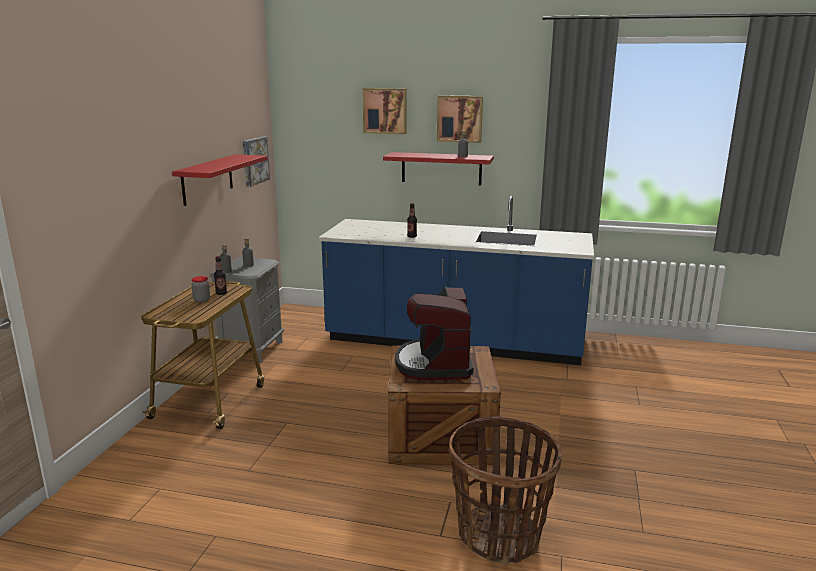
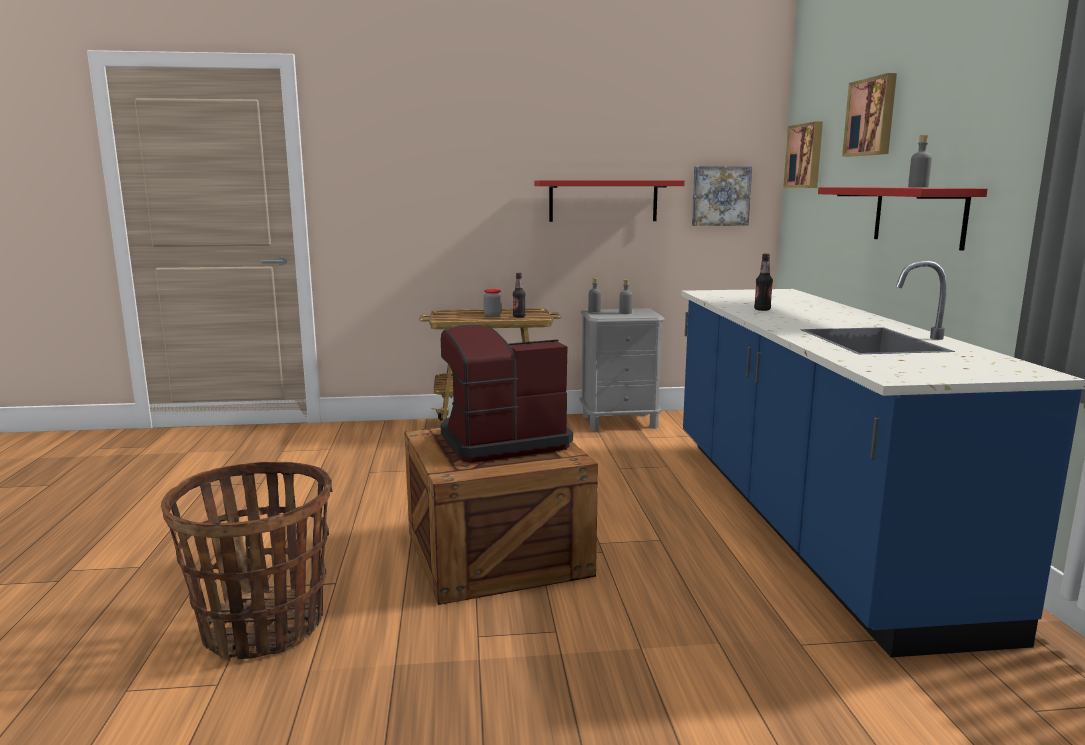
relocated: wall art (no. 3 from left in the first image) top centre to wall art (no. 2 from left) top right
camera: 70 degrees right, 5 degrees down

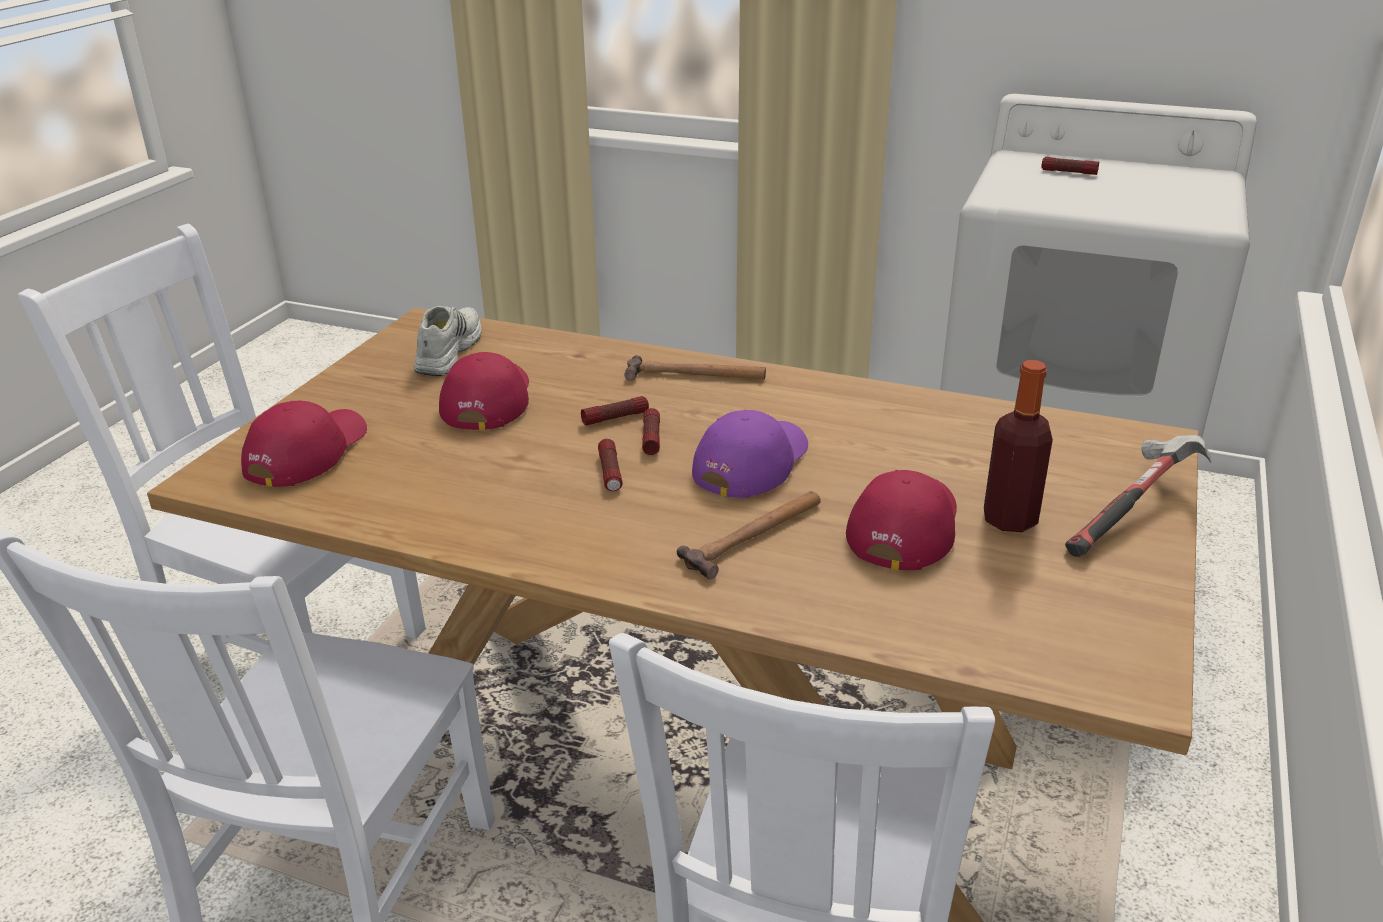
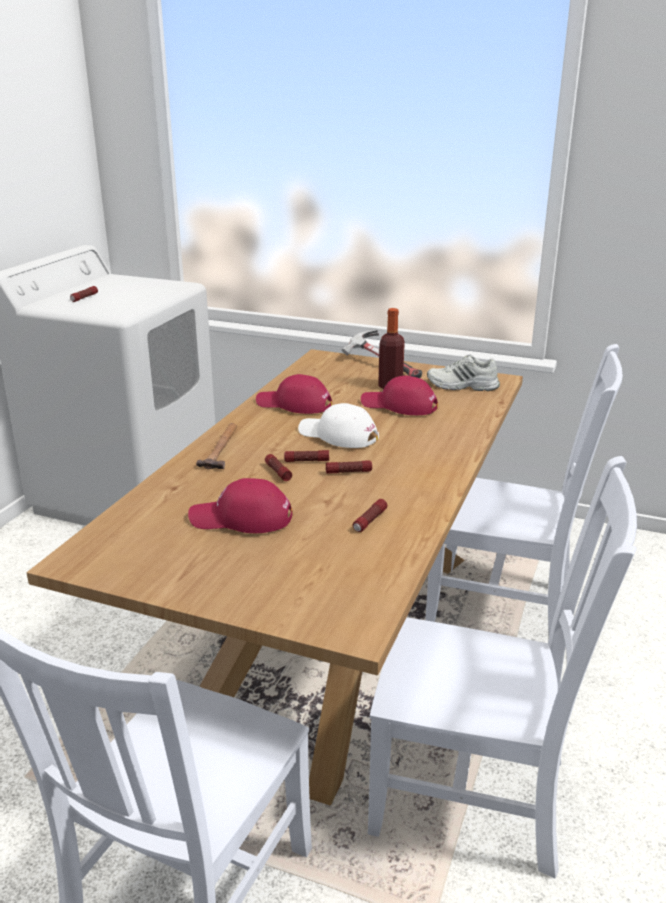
missing: hand hammer (no. 2 from left) centre
appeared: flashlight (no. 5 from left) centre
relocated: cap (red-coloured) (no. 1 from left in the first image) middle left to cap (red-coloured) (no. 2 from left) centre; shoe (whitish) middle left to middle right
colour: cap (purple) centre to cap (whitish) centre
camera: 90 degrees left, 5 degrees down

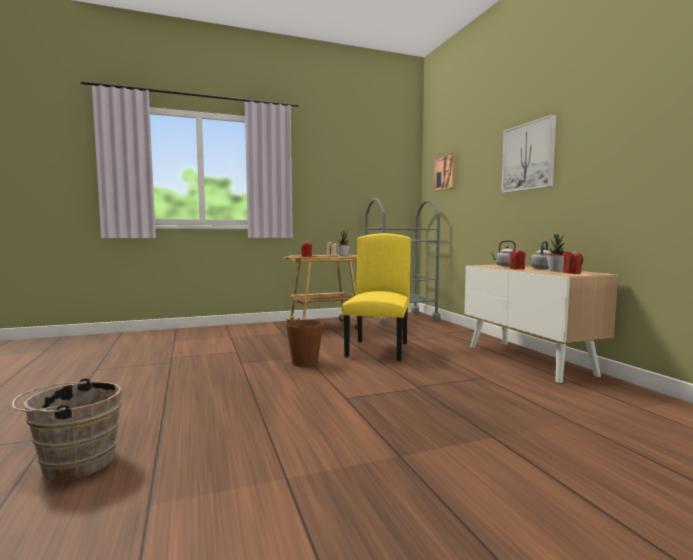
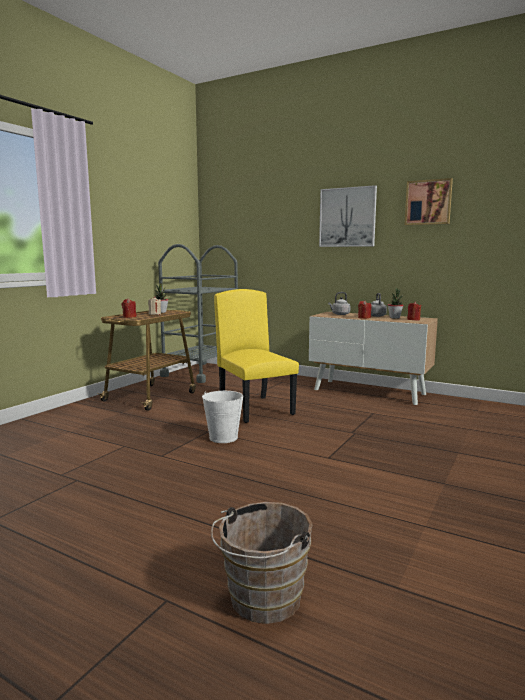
relocated: wall art (no. 1 from left in the first image) top centre to wall art (no. 2 from left) top right
colour: bucket (brownish) (no. 2 from left) centre to bucket (whitish) centre
camera: 40 degrees left, 5 degrees up

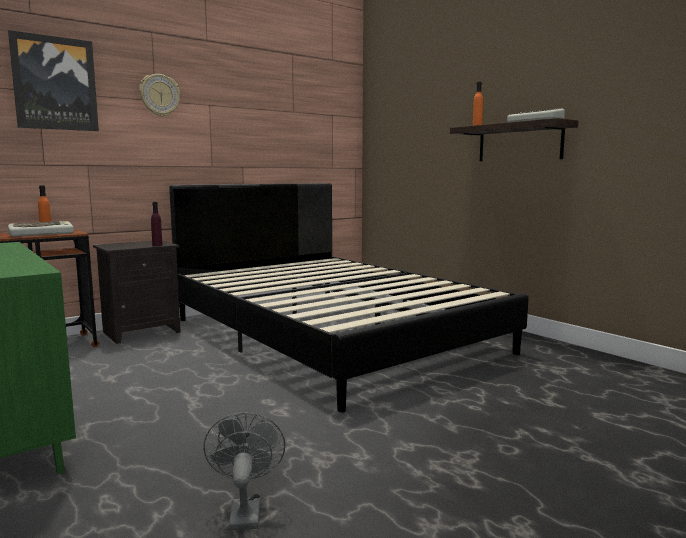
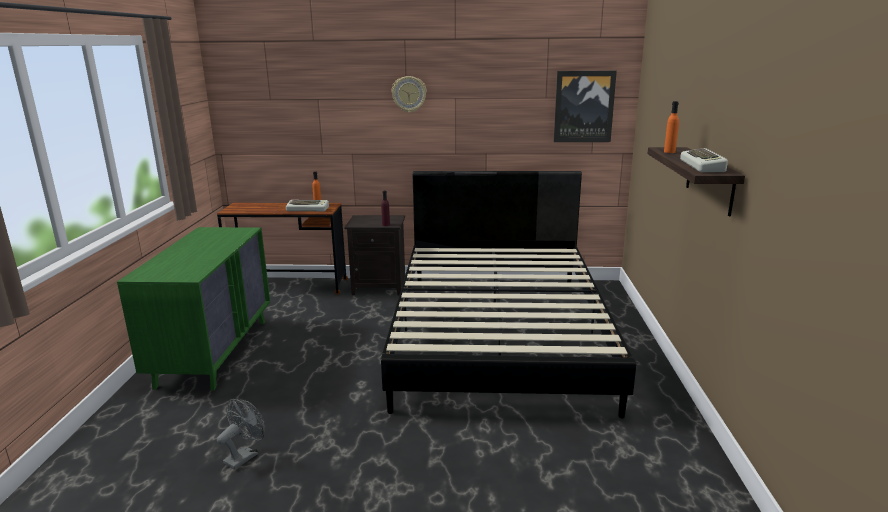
relocated: wall art top left to top centre
camera: 40 degrees right, 10 degrees up

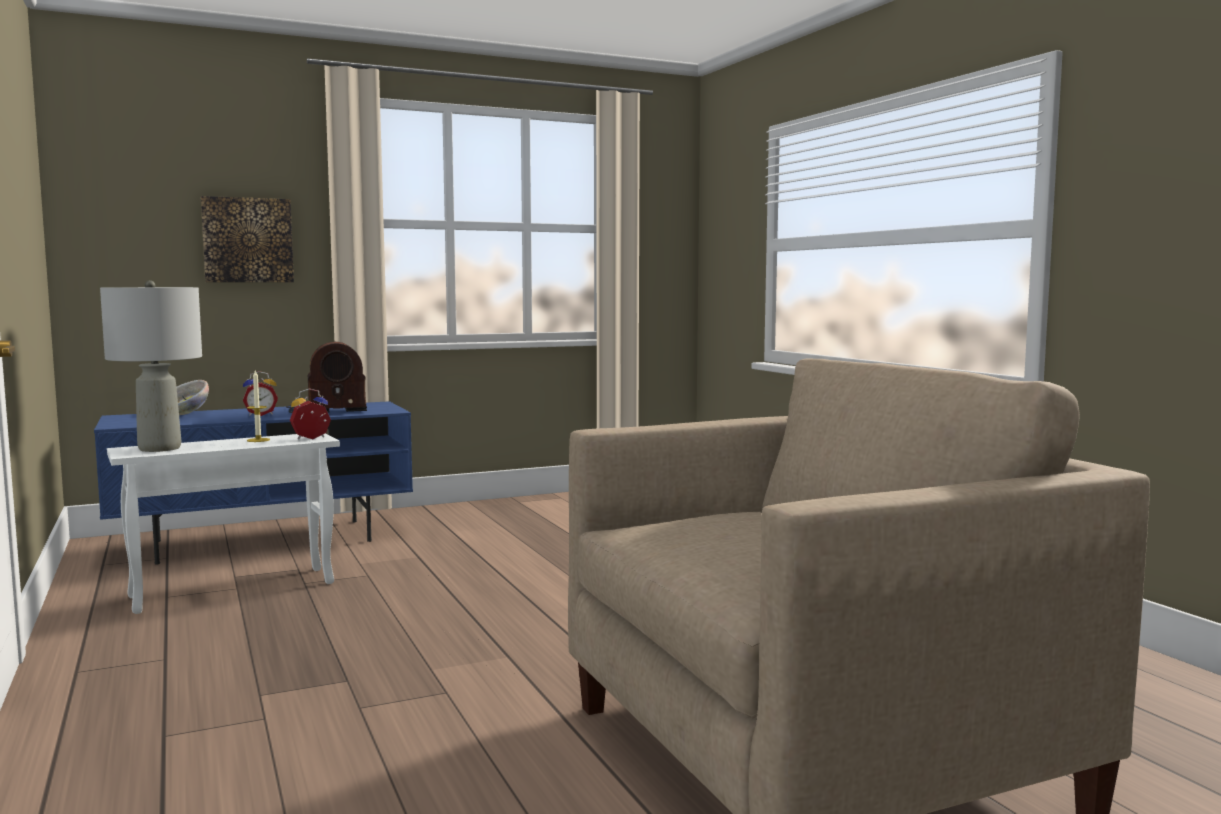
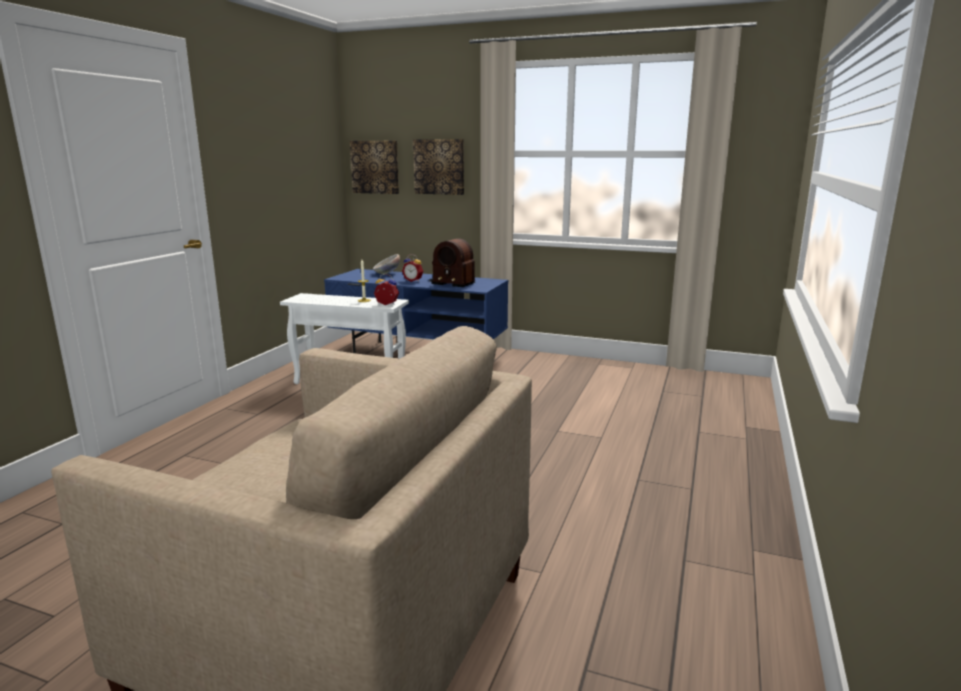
missing: tabletop lamp (grey) middle left
appeared: wall art (no. 1 from left) top centre
camera: 45 degrees right, 10 degrees up

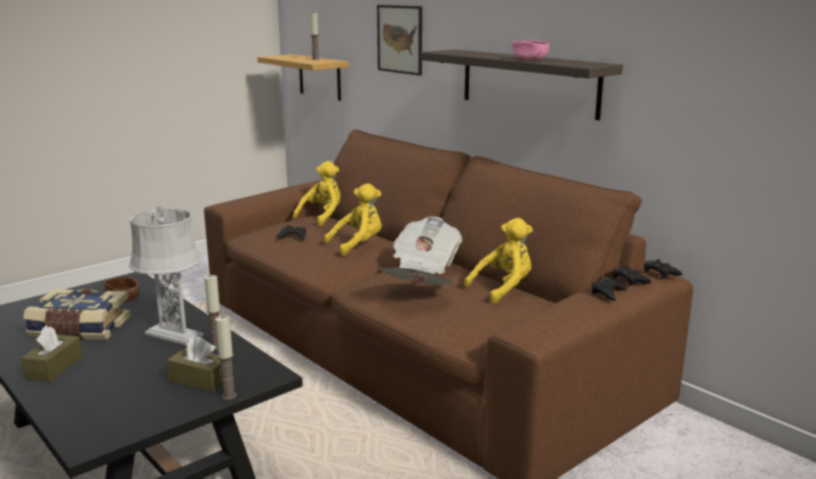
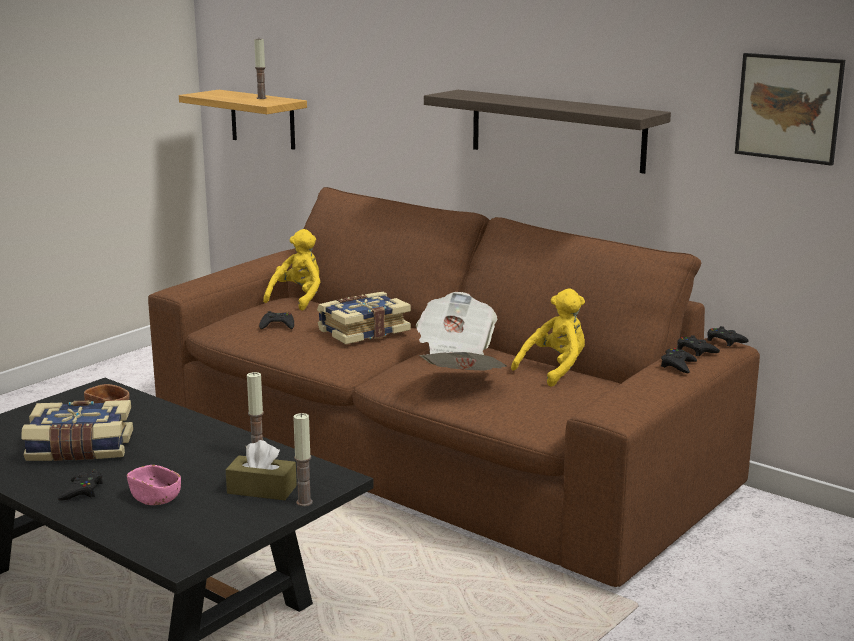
missing: tabletop lamp (grey) middle left
relocated: wall art top centre to top right; bowl (pinkish) top centre to bottom left
exchanged: tissue box (brownish) (no. 1 from left) bottom left to game controller (blackish) (no. 1 from left) bottom left; plush toy (yellow) (no. 2 from left) centre to book (no. 2 from left) centre
camera: 10 degrees left, 0 degrees up

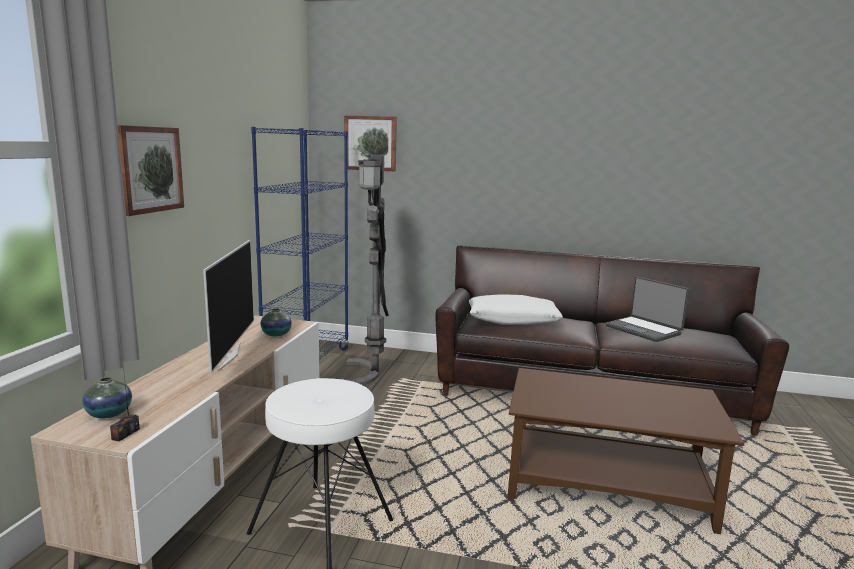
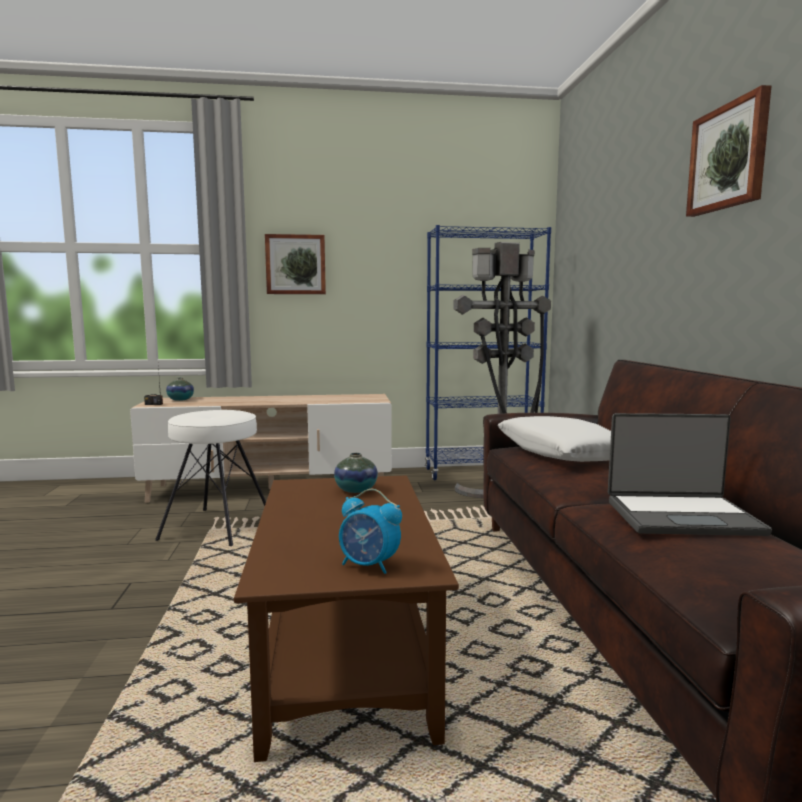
missing: television middle left
appeared: alarm clock centre
relocated: decorative vase (no. 2 from left) middle left to centre; wall art (no. 2 from left) top centre to top right
spun: notebook computer middle right = middle right 120 degrees counterclockwise
camera: 70 degrees right, 5 degrees down

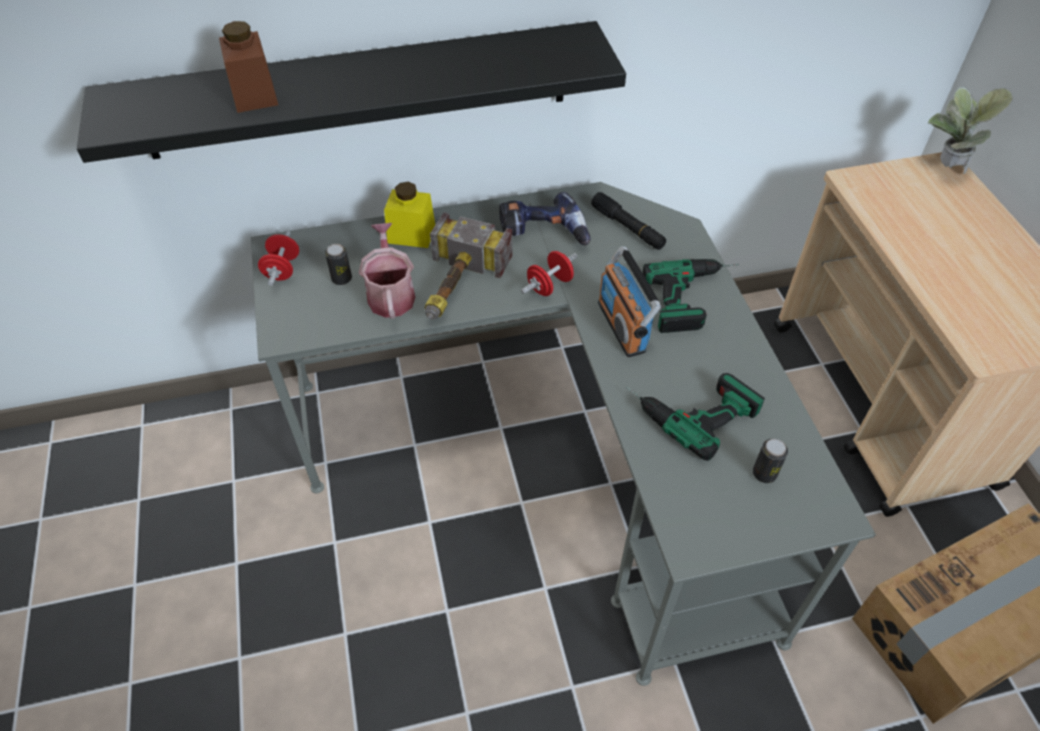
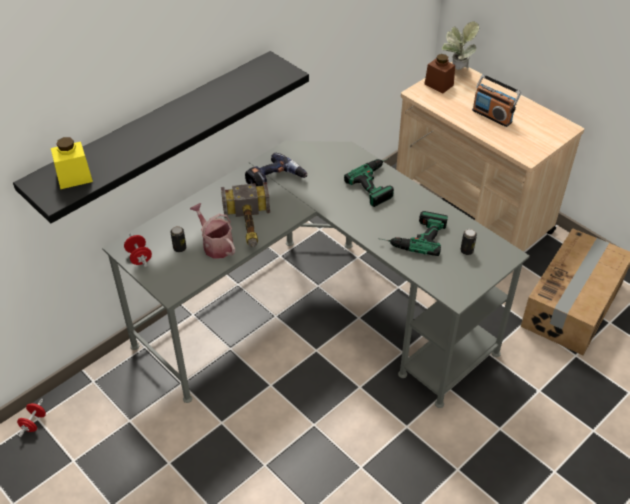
missing: flashlight (blackish) top centre
relocated: jar (brownish) top left to top right; jar (yellow) top centre to top left; dumbbell (red-coloured) (no. 2 from left in the first image) centre to dumbbell (red-coloured) (no. 1 from left) bottom left; radio set centre to top right
camera: 30 degrees left, 5 degrees down

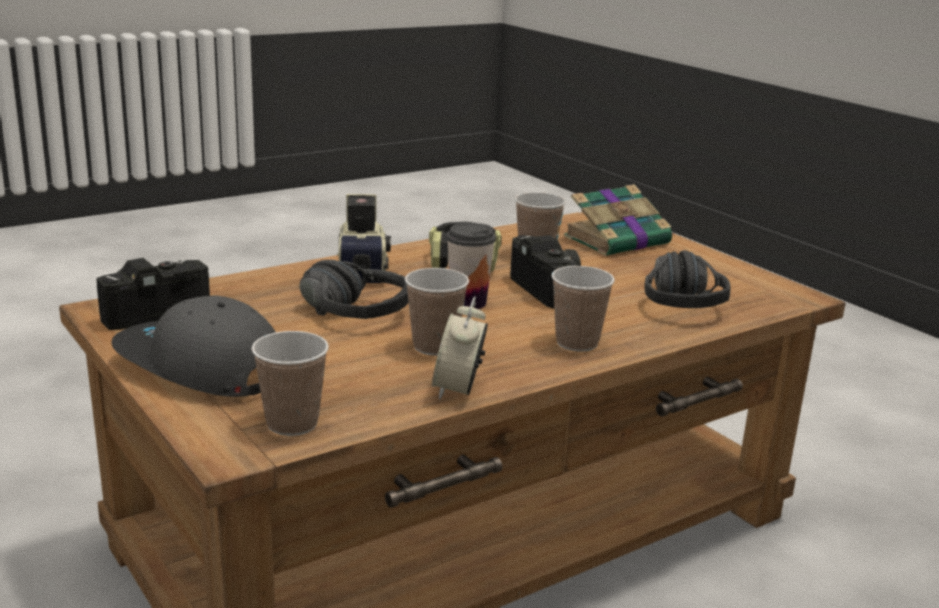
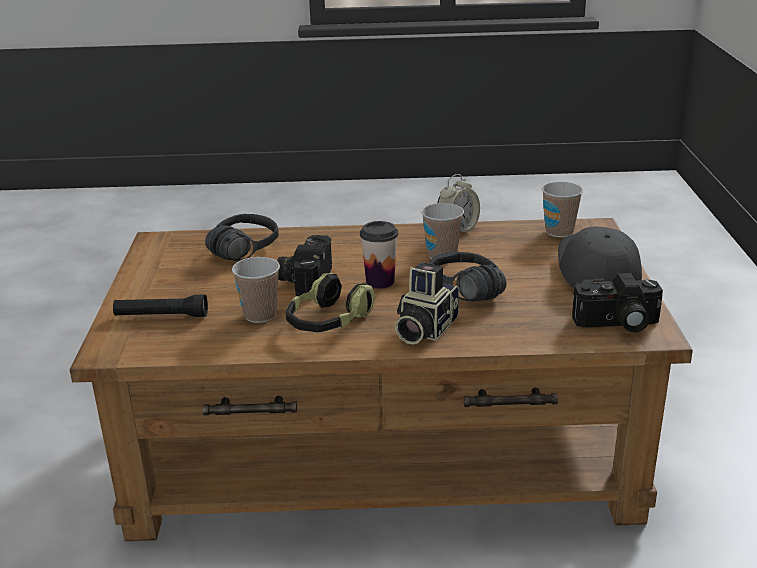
missing: drinking cup (no. 5 from left) centre
exchanged: book centre to flashlight (blackish) middle left
spun: cap (grey) middle left = middle right 150 degrees counterclockwise
camera: 145 degrees left, 5 degrees up

